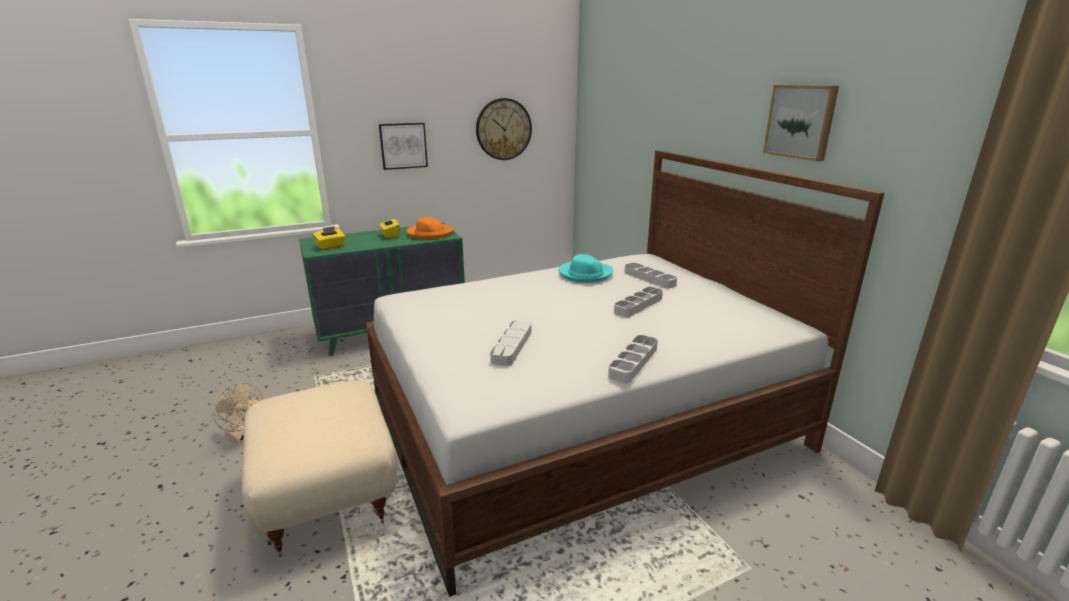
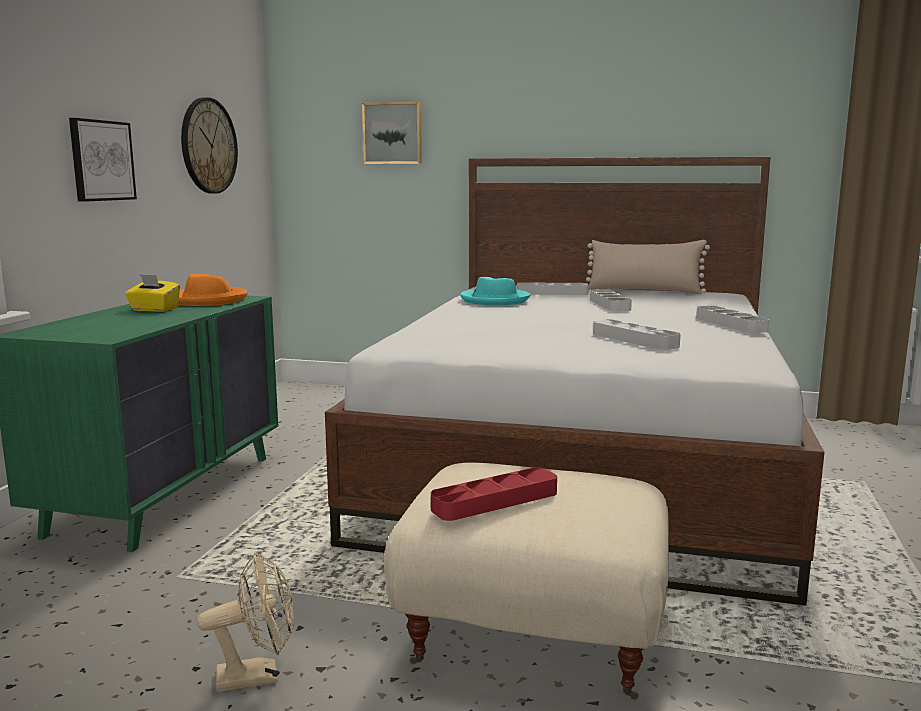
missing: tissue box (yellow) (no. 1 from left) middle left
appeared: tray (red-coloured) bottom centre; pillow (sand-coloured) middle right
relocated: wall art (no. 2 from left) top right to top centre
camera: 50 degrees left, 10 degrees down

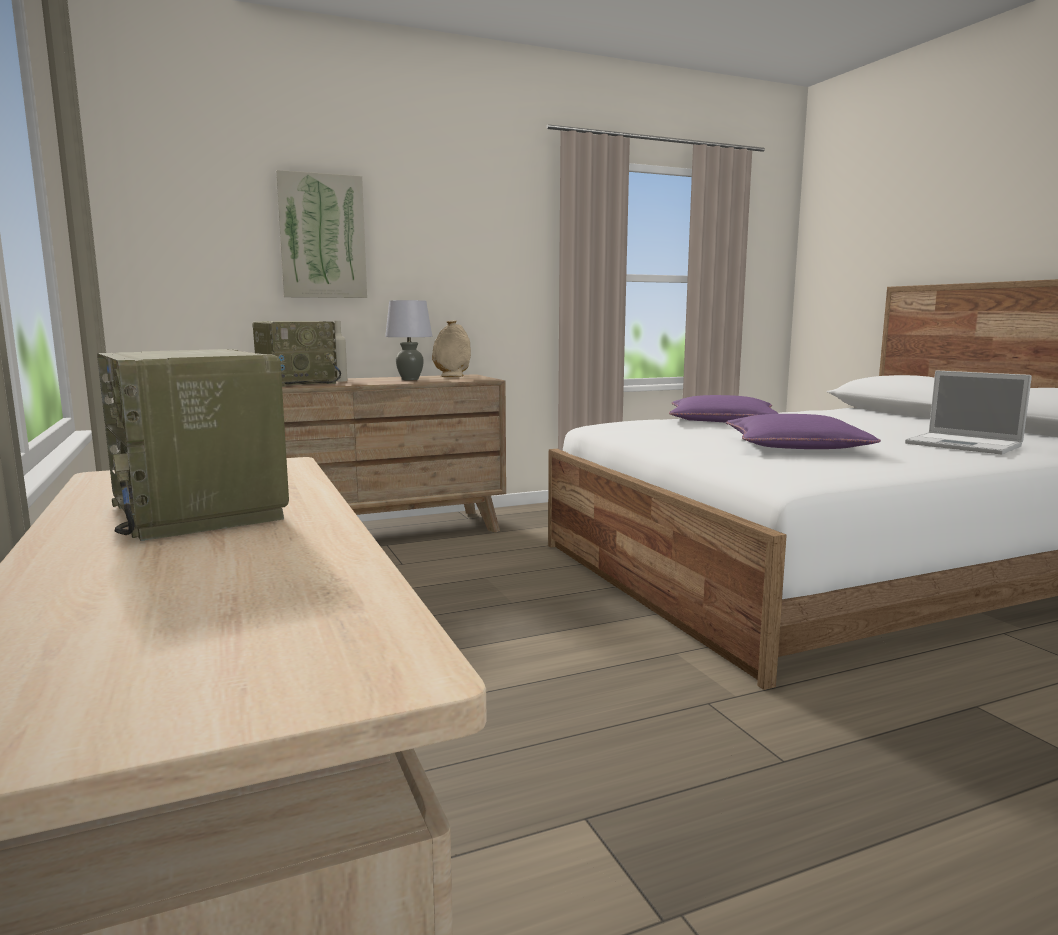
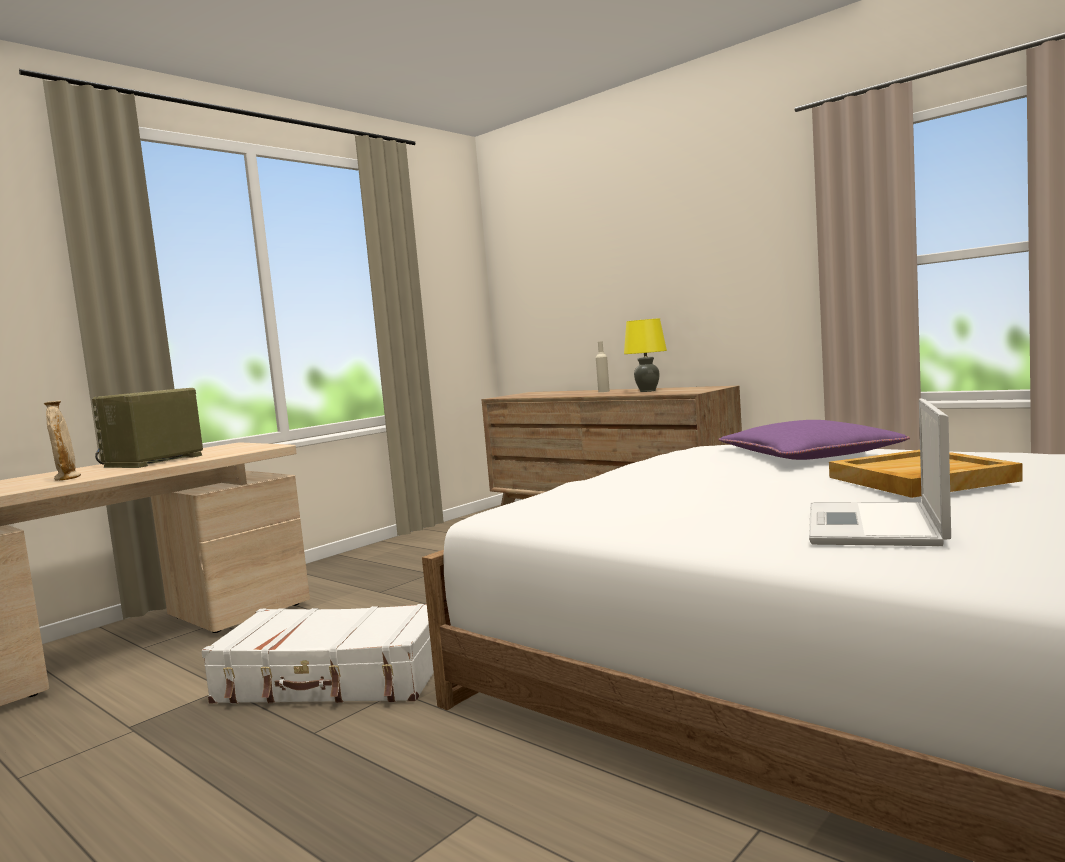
missing: radio set (no. 2 from left) middle left; wall art top left; pillow (purple) (no. 2 from left) middle right
appeared: travel case (whitish) bottom left; tray (sand-coloured) middle right
relocated: decorative vase (sand-coloured) centre to middle left
colour: tabletop lamp (grey) centre to tabletop lamp (yellow) centre
camera: 65 degrees right, 5 degrees down

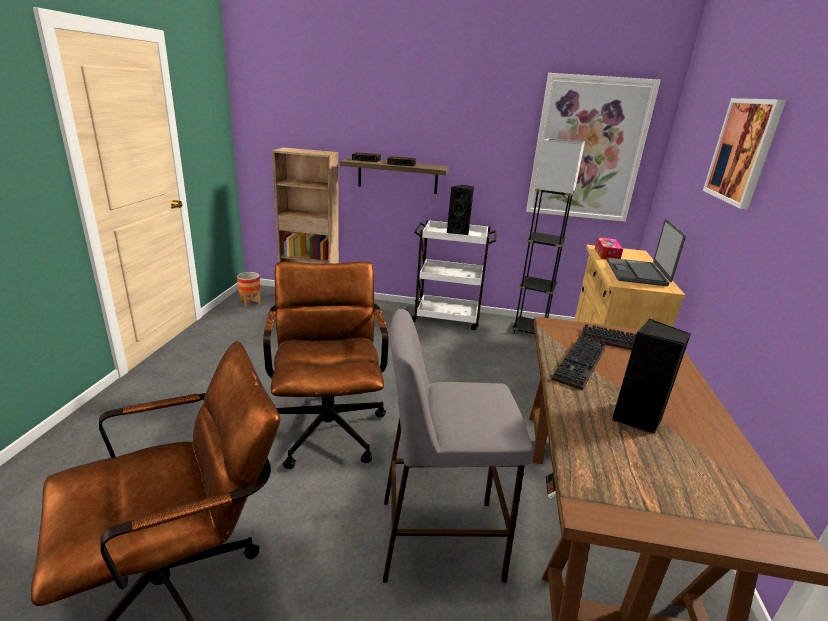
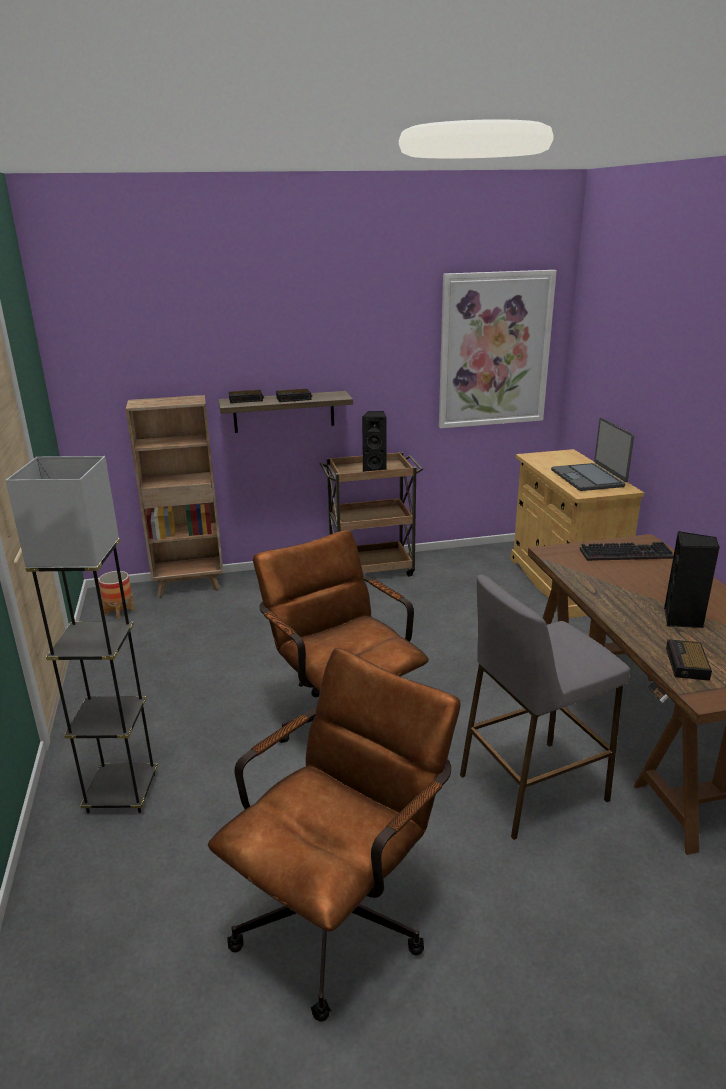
missing: computer keyboard (no. 1 from left) middle right; tissue box middle right; wall art (no. 2 from left) top right
appeared: alarm clock (no. 3 from left) middle right
relocated: standing lamp (grey) centre to middle left
colour: wheeled cart (whitish) centre to wheeled cart (brownish) centre
camera: 20 degrees left, 0 degrees up

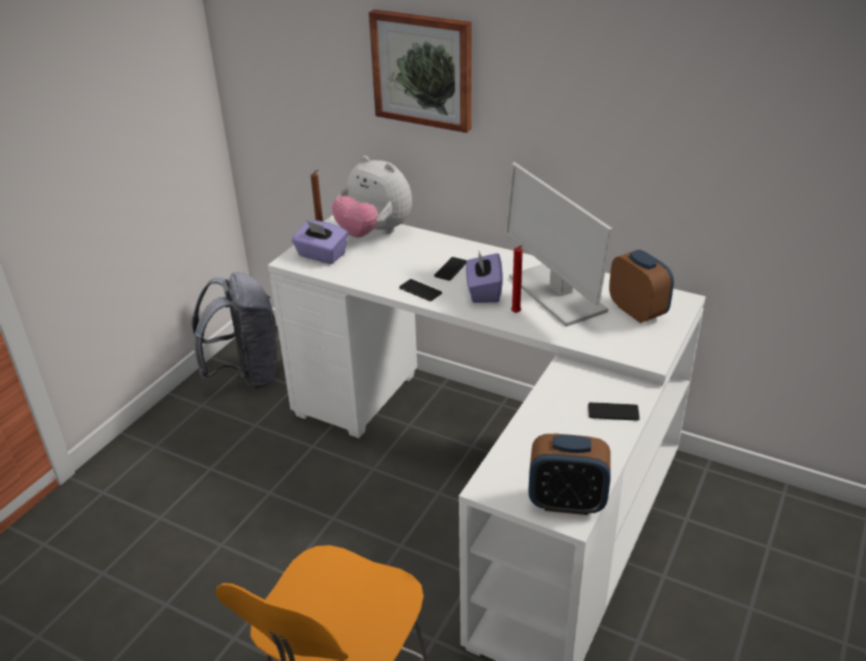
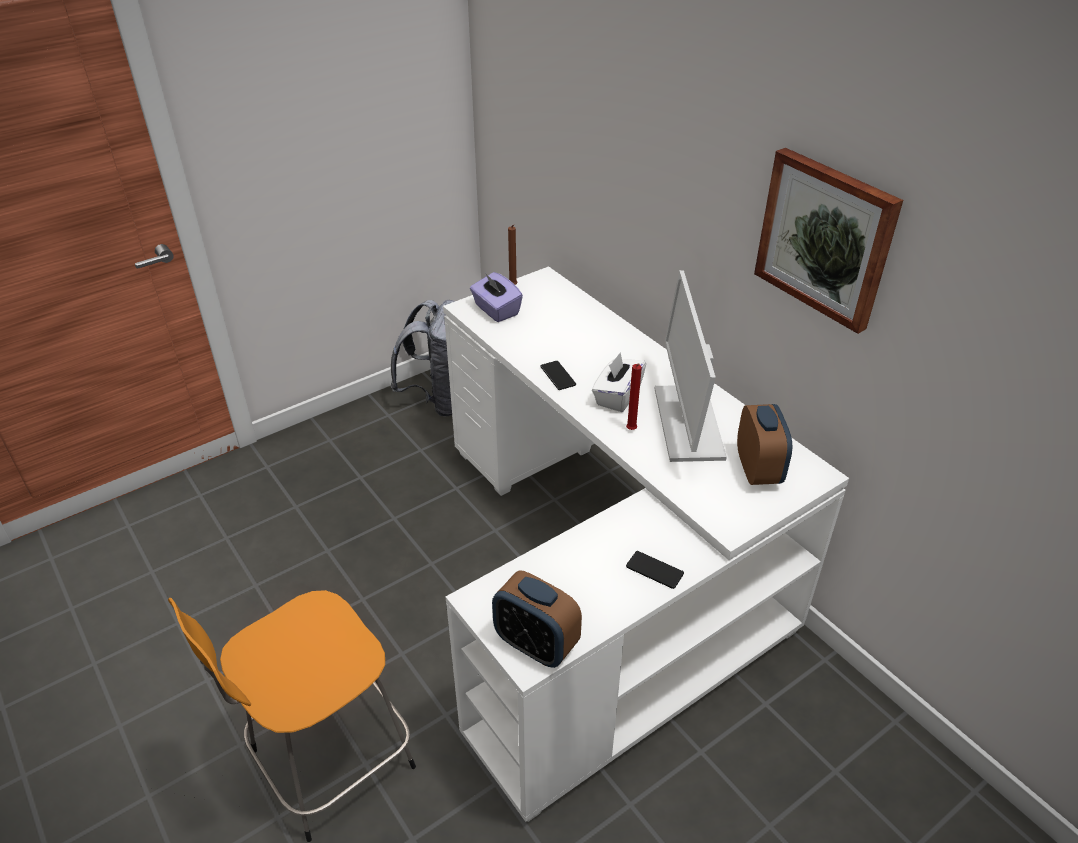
missing: plush toy top centre; telephone (no. 2 from left) centre
relocated: wall art top centre to top right
colour: tissue box (purple) (no. 2 from left) centre to tissue box (whitish) centre
camera: 25 degrees right, 5 degrees up

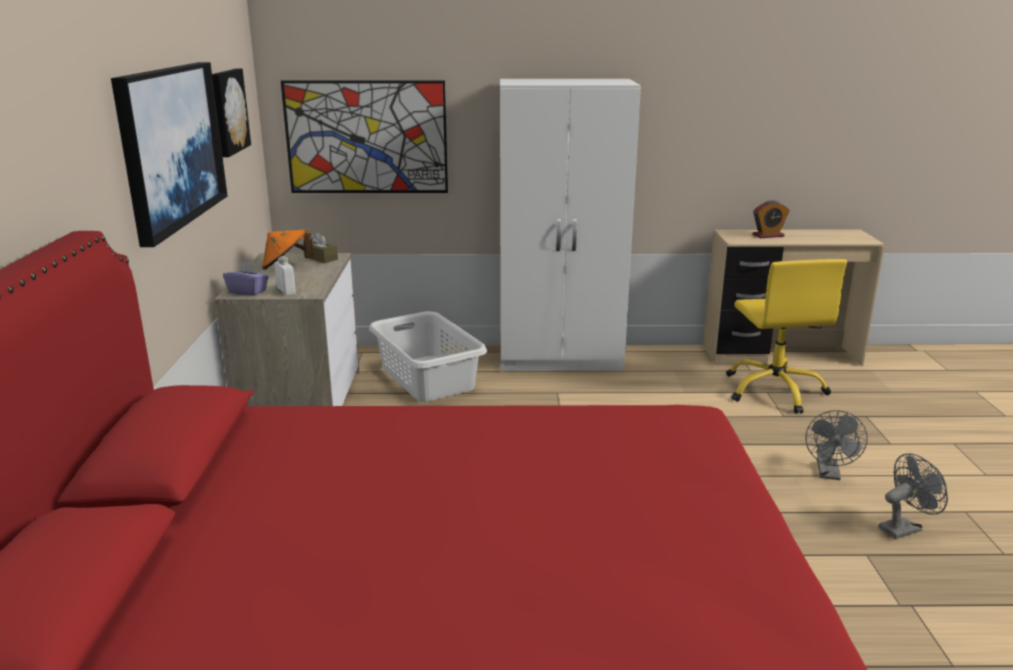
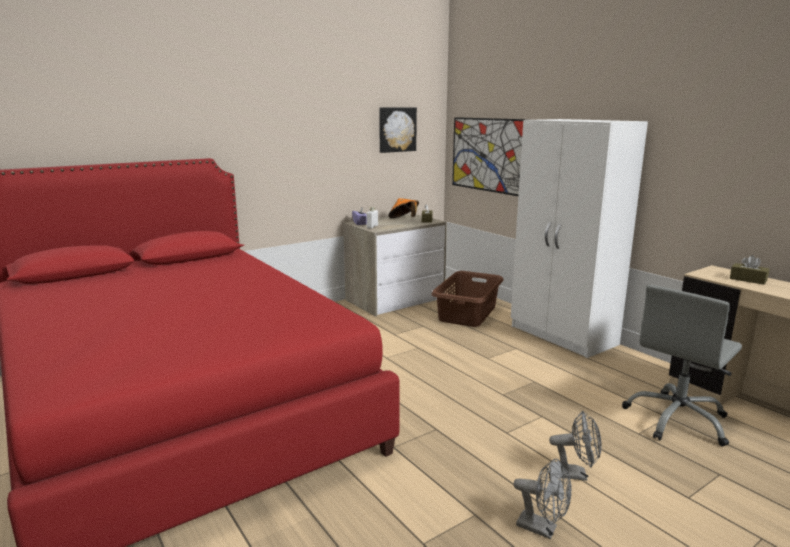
missing: wall art (no. 1 from left) top left
exchanged: alarm clock top right to tissue box (brownish) (no. 2 from left) middle right
colour: washing basket (whitish) centre to washing basket (brownish) centre; office chair (yellow) middle right to office chair (grey) bottom right
spun: electric fan (grey) (no. 1 from left in the first image) middle right = bottom right 150 degrees counterclockwise
camera: 55 degrees right, 5 degrees down

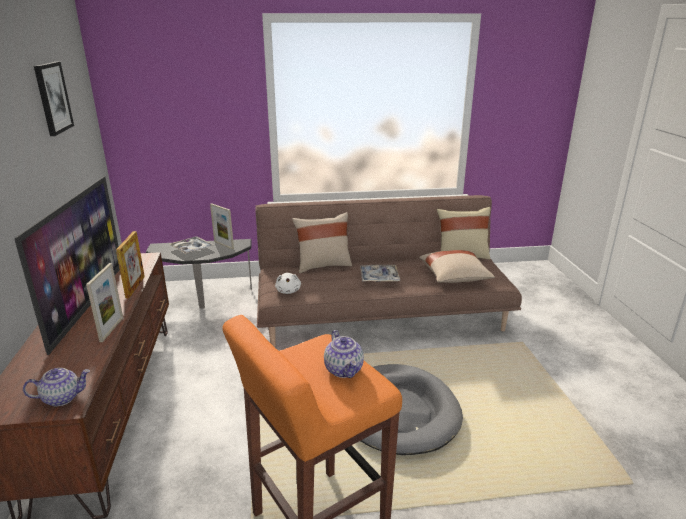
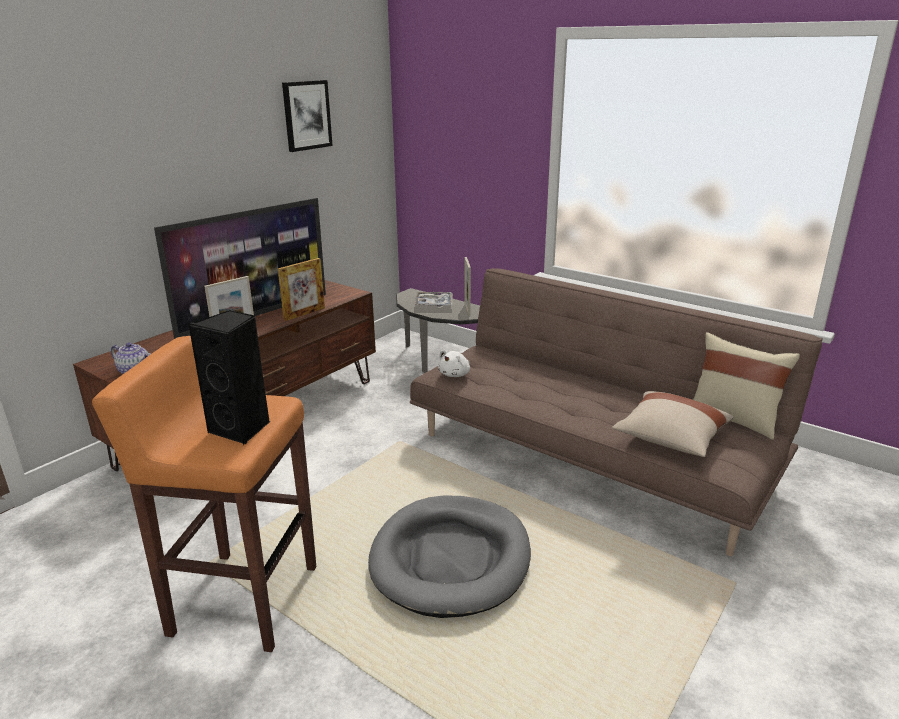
missing: pillow (sand-coloured) (no. 1 from left) centre; tray (no. 2 from left) centre
exchanged: tea pot (no. 2 from left) bottom centre to audio speaker (blackish) middle left
camera: 45 degrees right, 0 degrees up

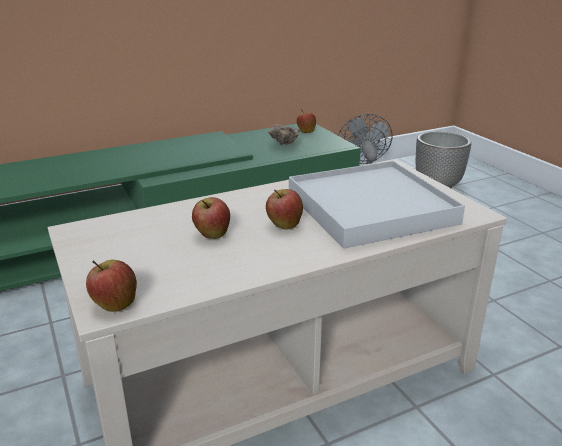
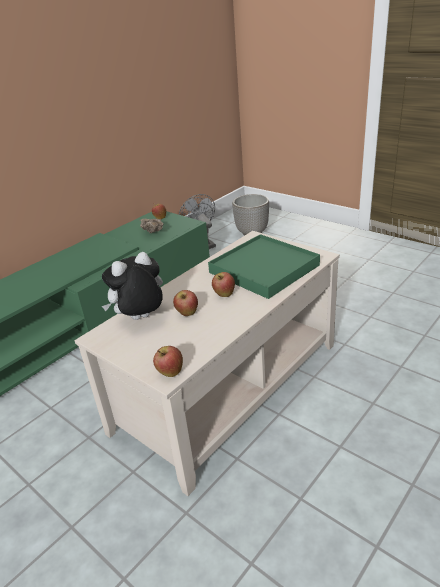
appeared: plush toy middle left
colour: tray (whitish) middle right to tray (green) centre
camera: 20 degrees left, 5 degrees up

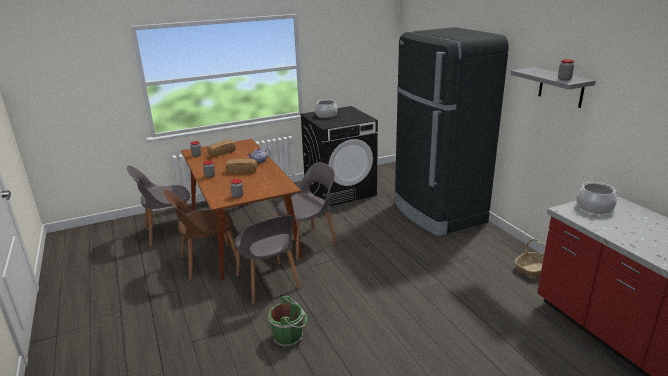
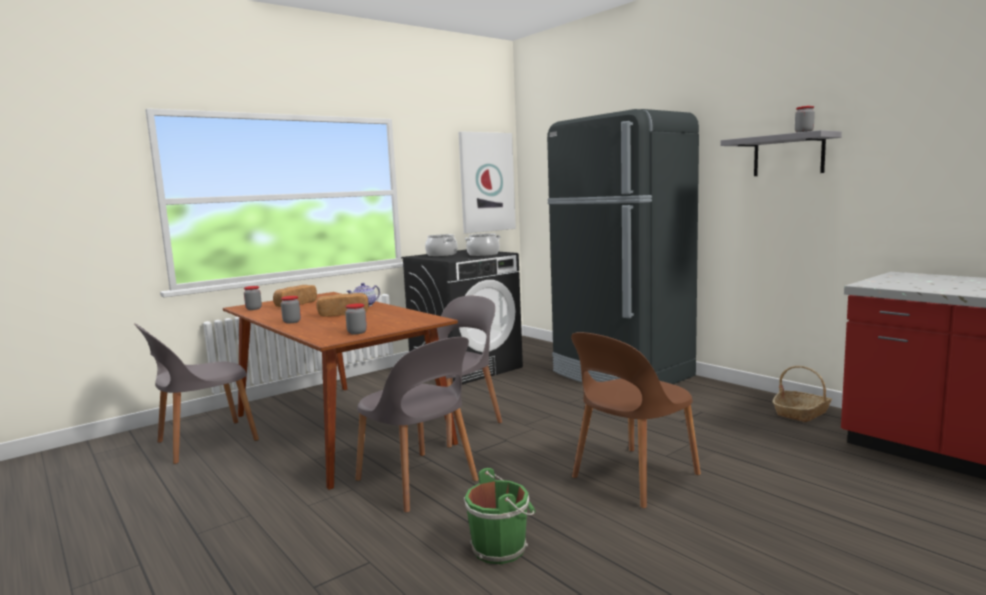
appeared: wall art top centre
relocated: upright chair (brownish) middle left to bottom centre; cooking pot (no. 2 from left) middle right to centre
camera: 15 degrees left, 15 degrees down

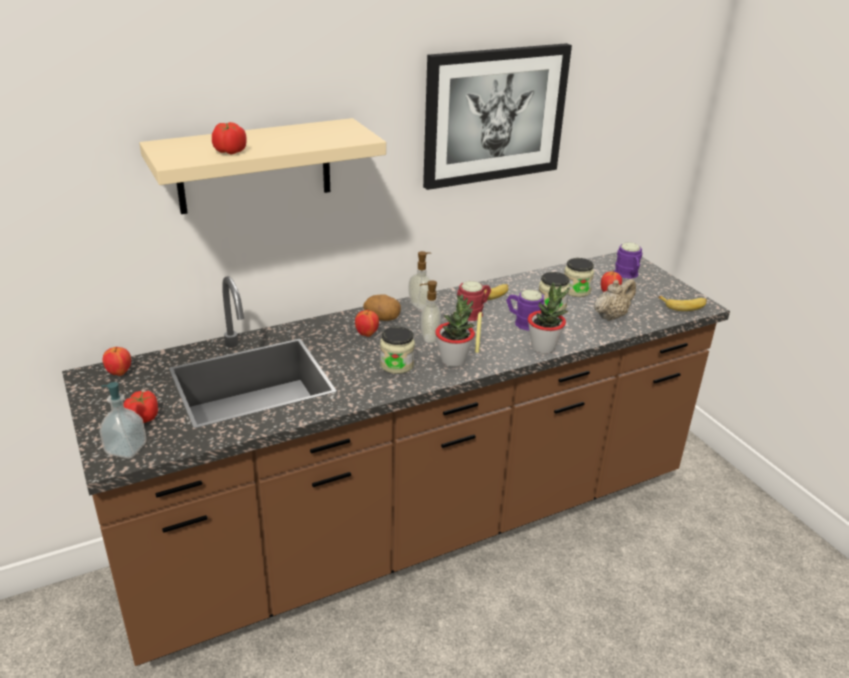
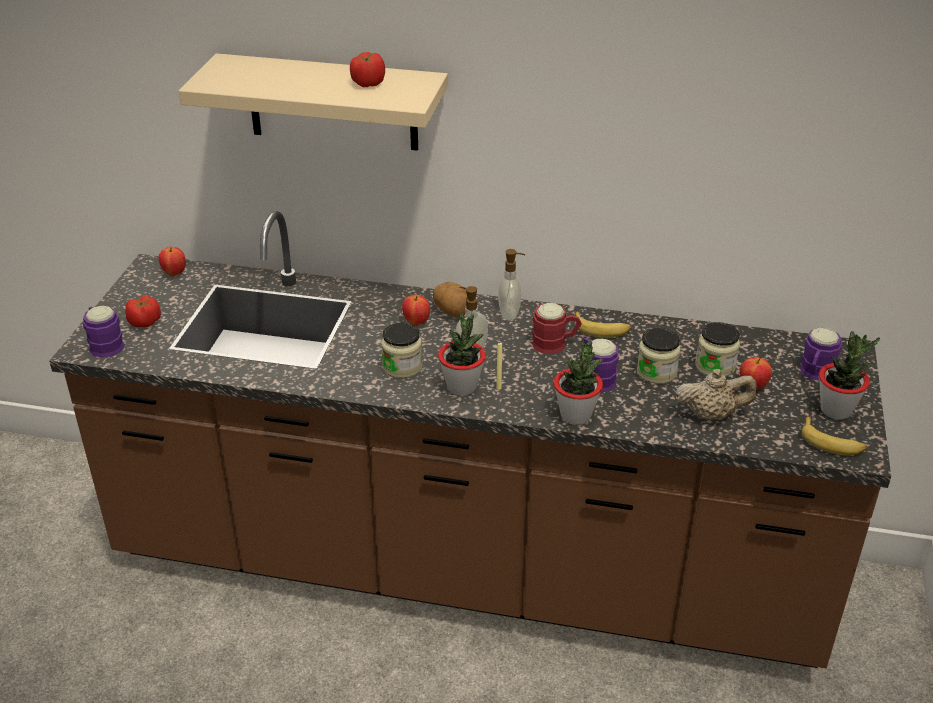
missing: wall art top centre
appeared: potted plant (no. 3 from left) middle right
relocated: fresh tomato (no. 2 from left) top left to top centre
exchanged: soap dispenser (no. 1 from left) middle left to mug (purple) (no. 1 from left) middle left
camera: 40 degrees right, 5 degrees up

